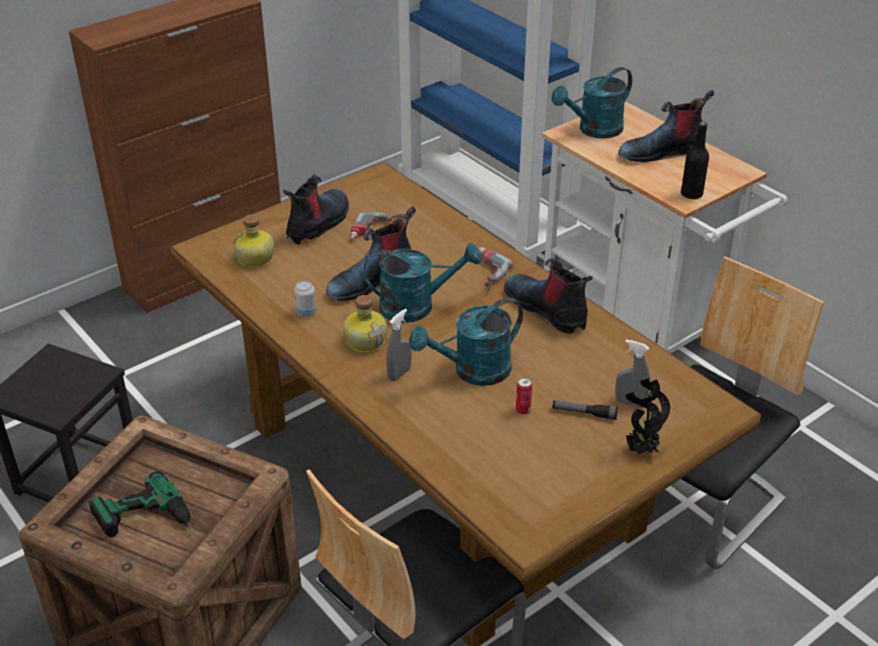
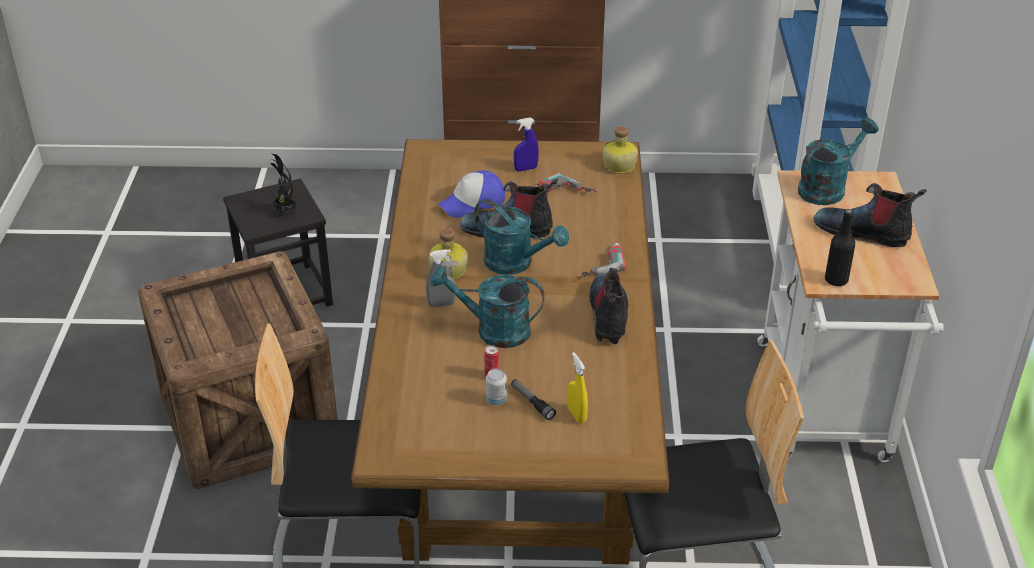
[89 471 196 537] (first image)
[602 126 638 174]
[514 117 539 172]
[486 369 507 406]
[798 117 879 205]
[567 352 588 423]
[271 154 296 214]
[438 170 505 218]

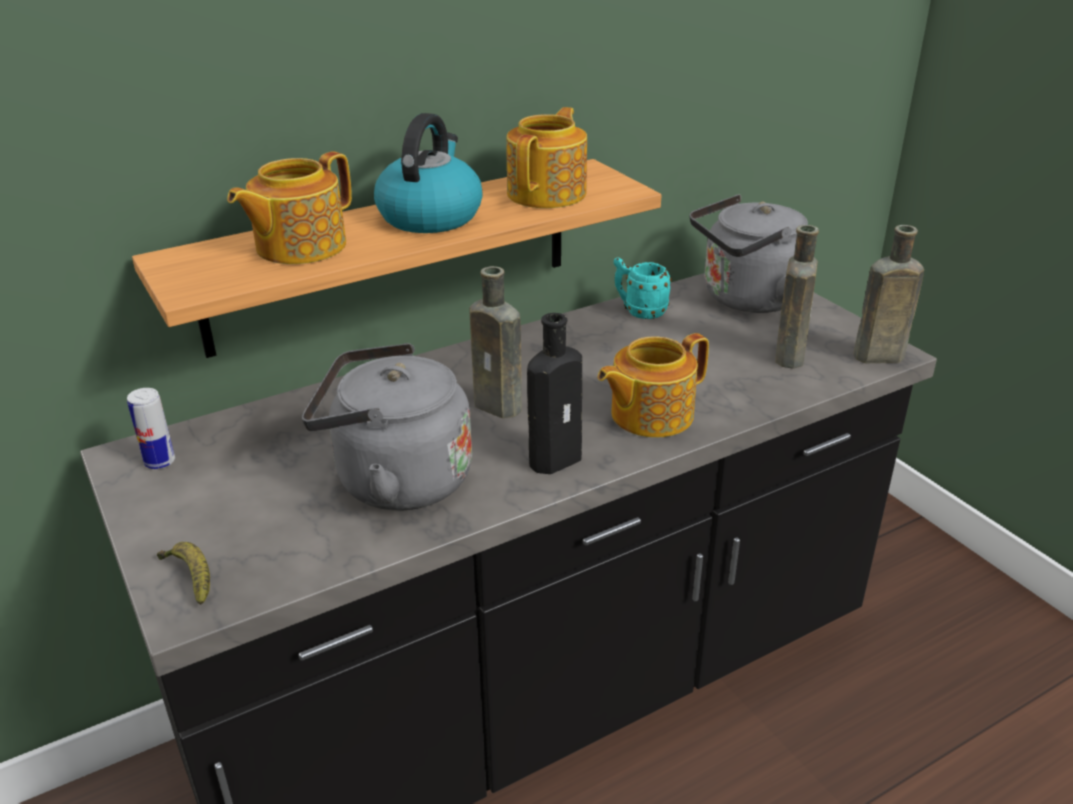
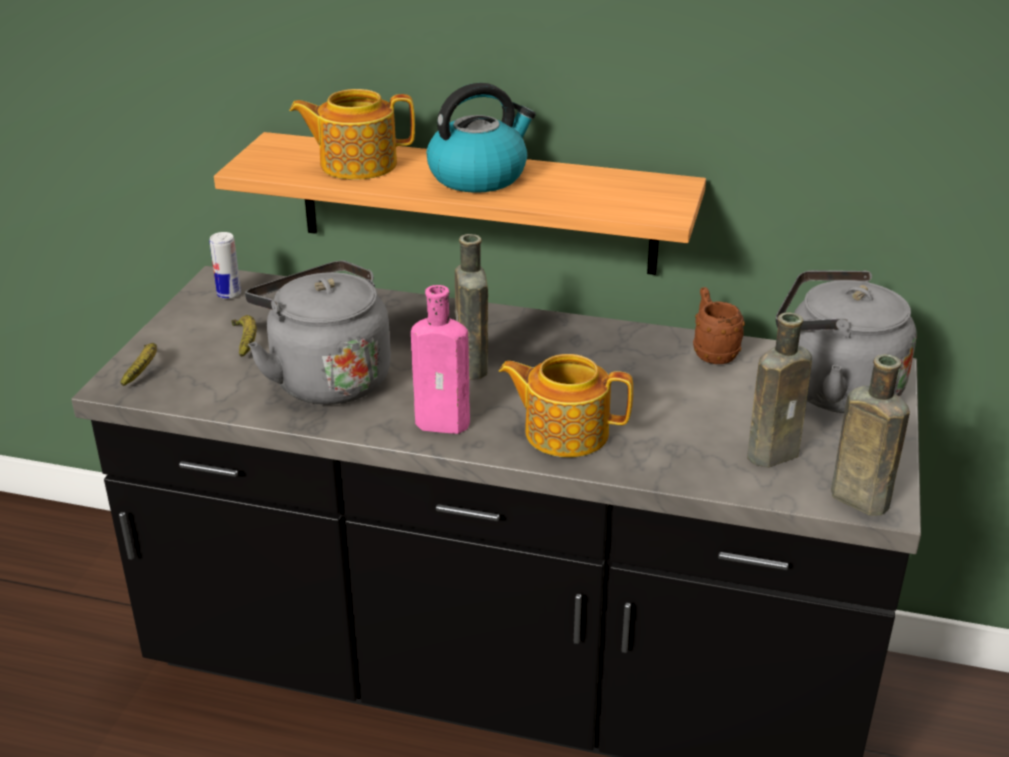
[506 107 587 208] (first image)
[411 285 470 434]
[693 287 745 364]
[231 315 257 357]

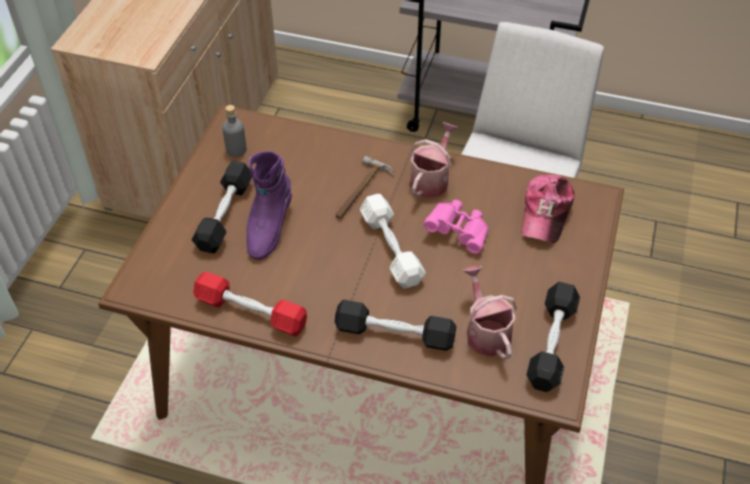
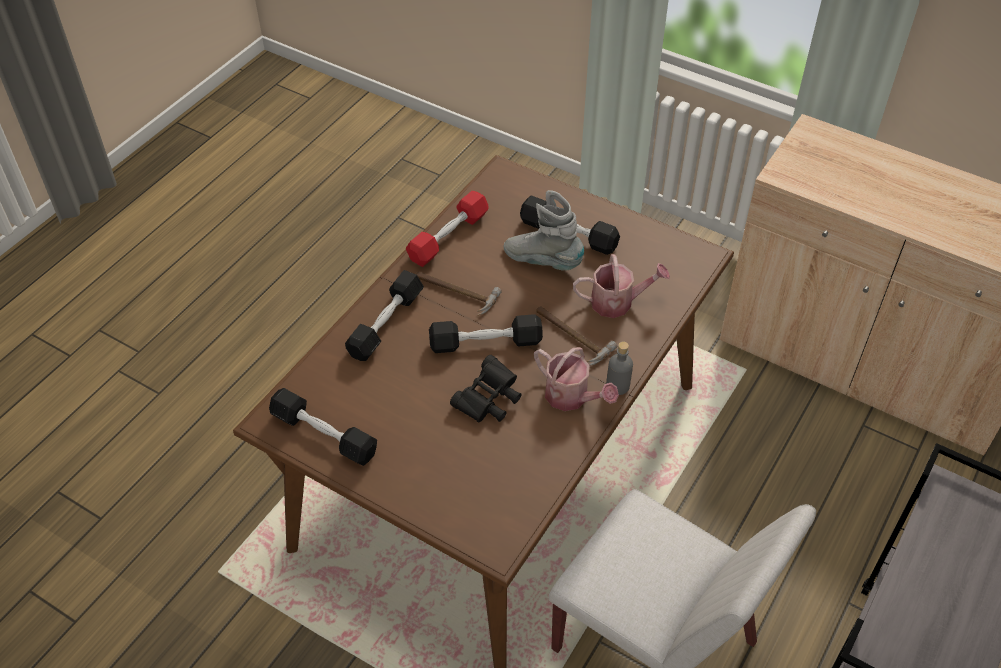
[606 342 633 395]
[504 190 584 271]
[429 314 543 353]
[450 355 522 423]
[573 254 670 318]
[521 175 574 243] (first image)
[416 272 502 316]

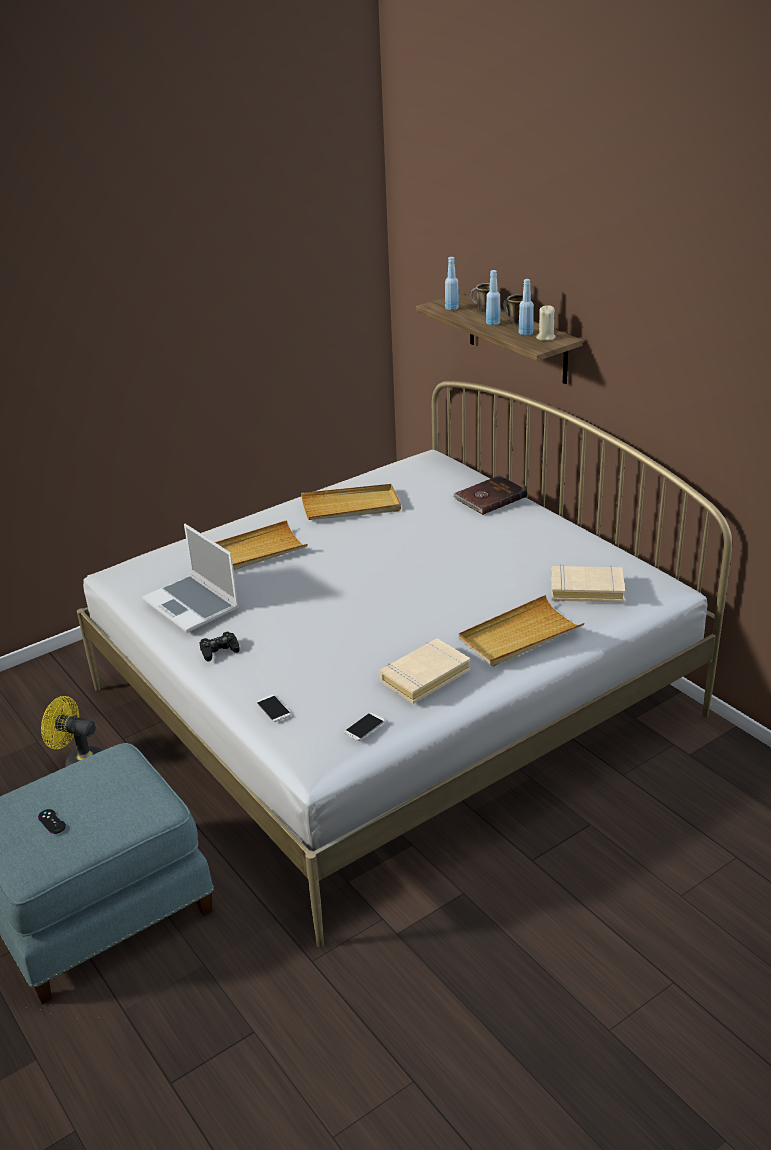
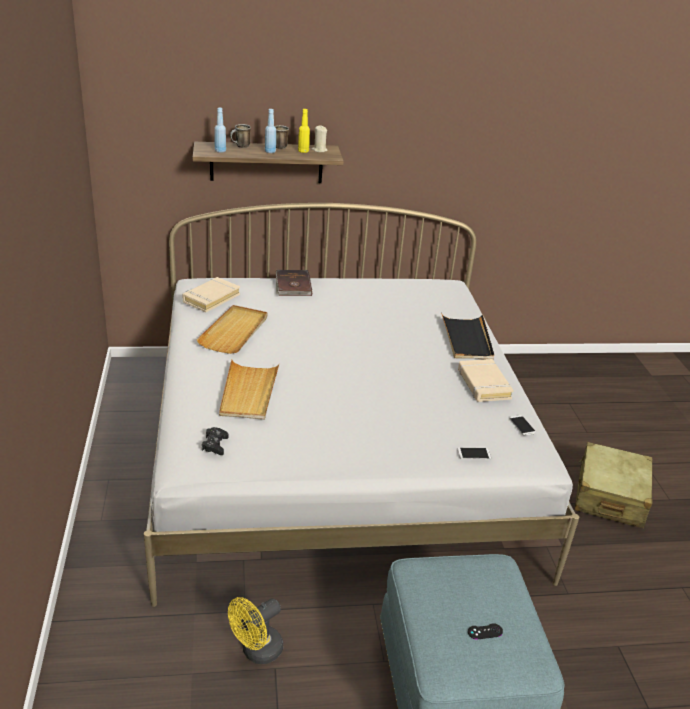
[142 524 239 633] (first image)
[202 427 228 455]
[441 313 494 359]
[298 109 310 153]
[182 277 240 312]
[574 442 653 528]

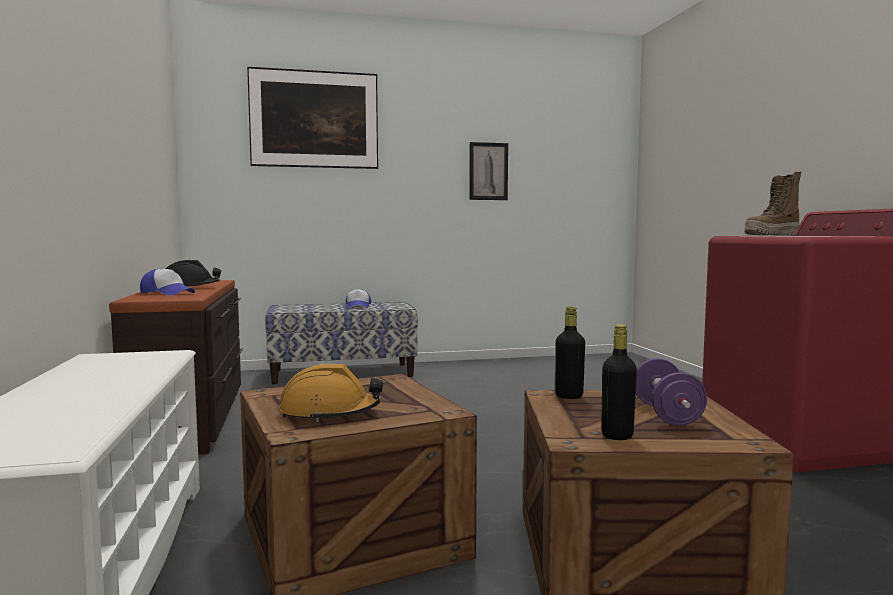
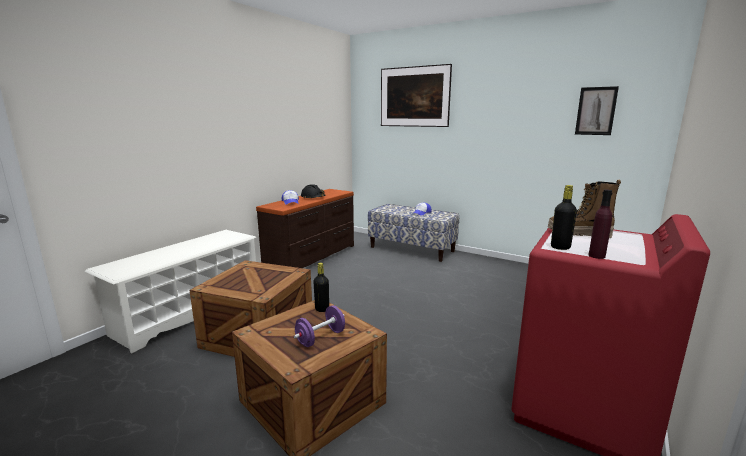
[279 364 383 422] (first image)
[575 86 619 135]
[551 185 577 250]
[588 189 613 259]

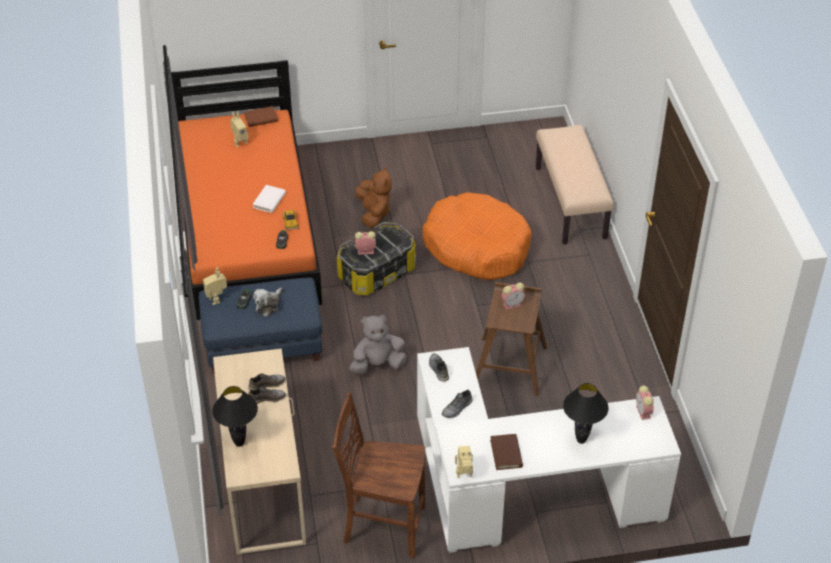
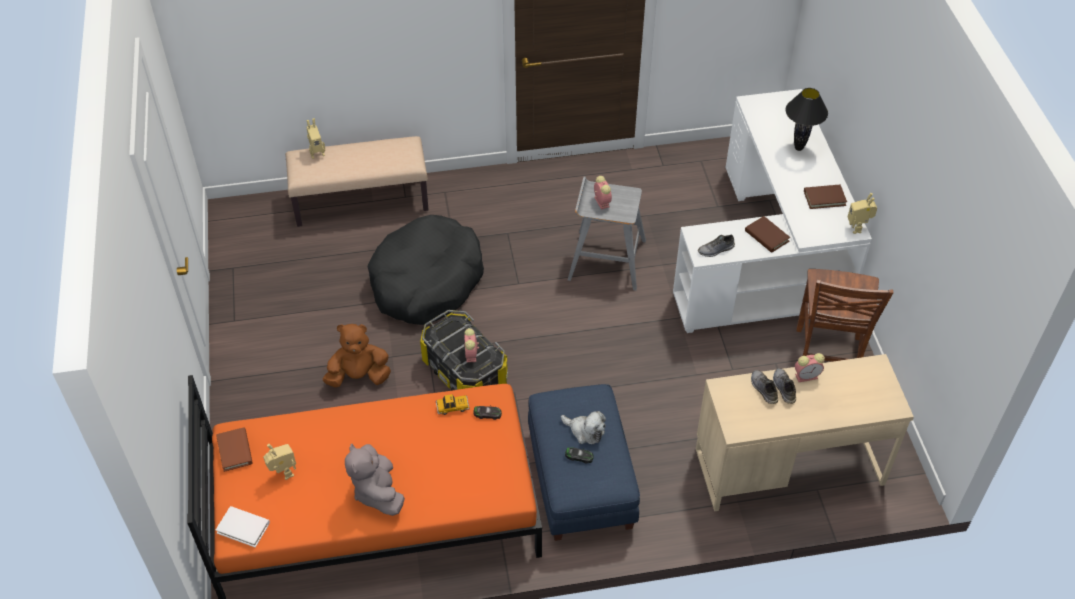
[307 119 325 159]
[212 386 258 447] (first image)
[216 506 270 547]
[345 444 405 516]
[368 215 484 325]
[745 216 790 253]
[567 177 646 291]
[795 353 825 382]

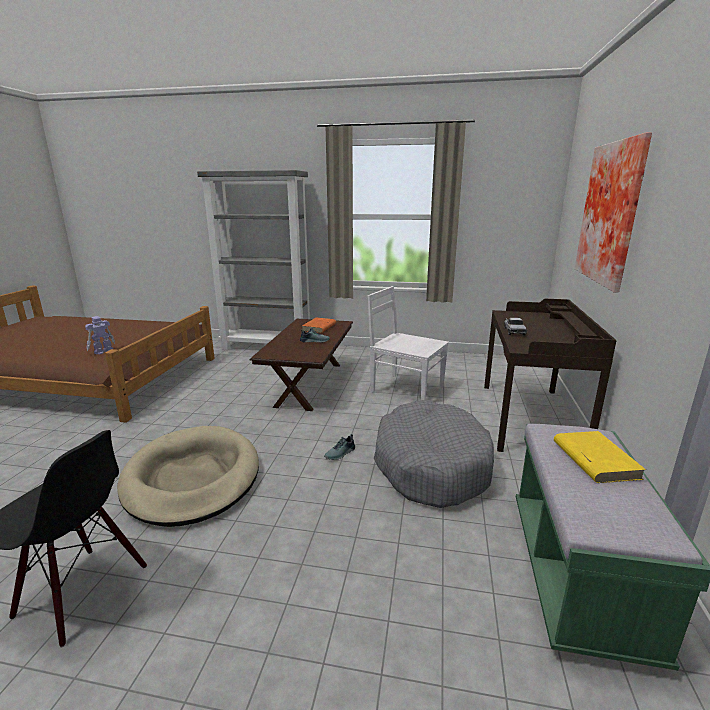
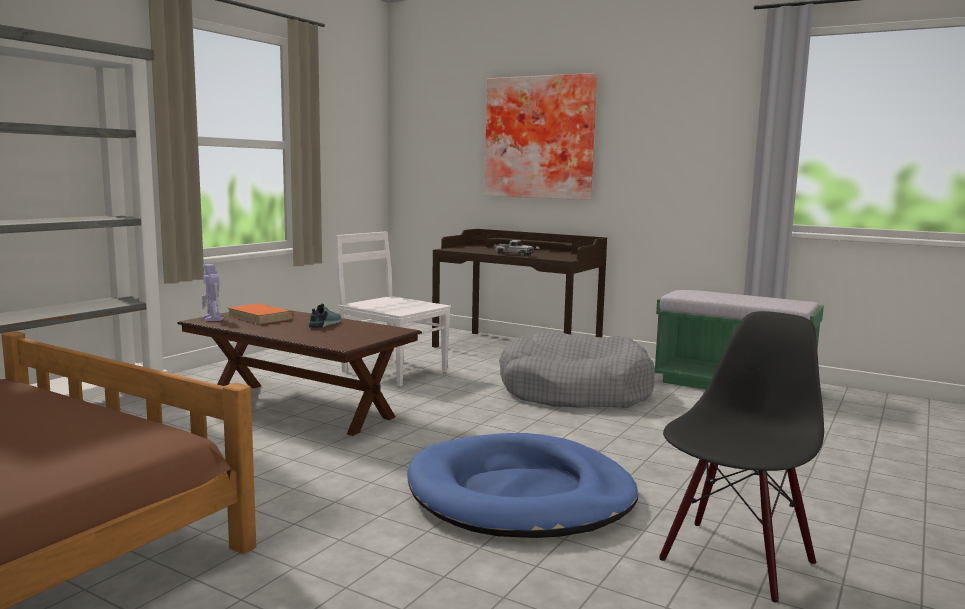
[202 264 223 321]
[407 433 638 538]
[324 434 355 460] (first image)
[336 232 451 387]
[554 431 646 483] (first image)

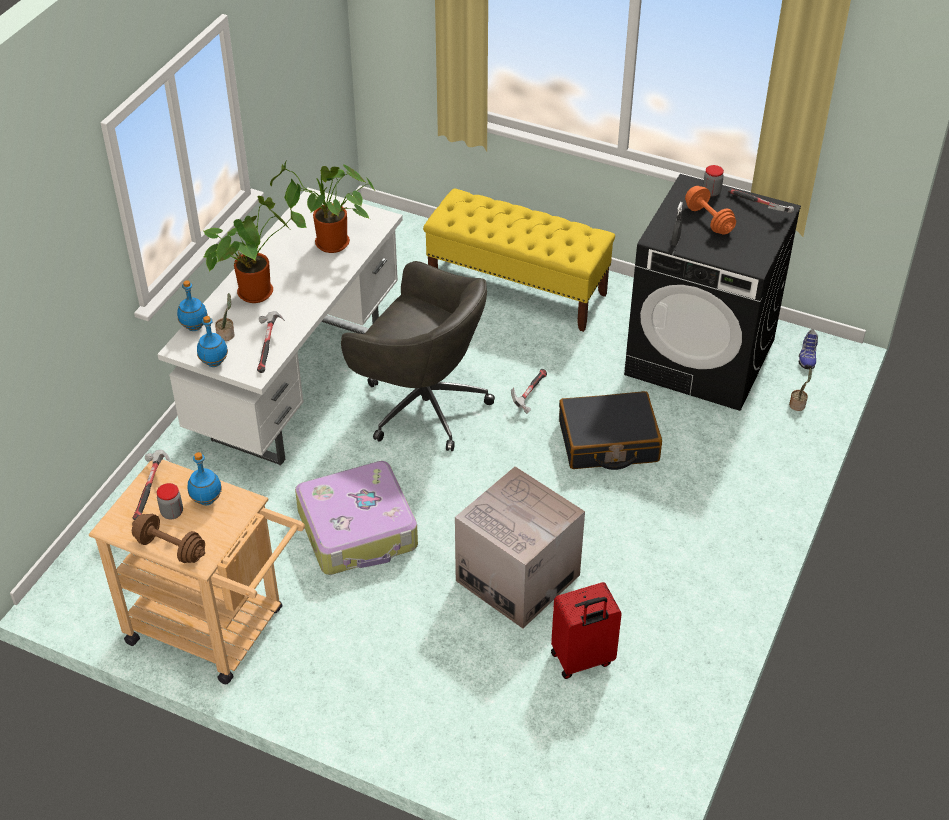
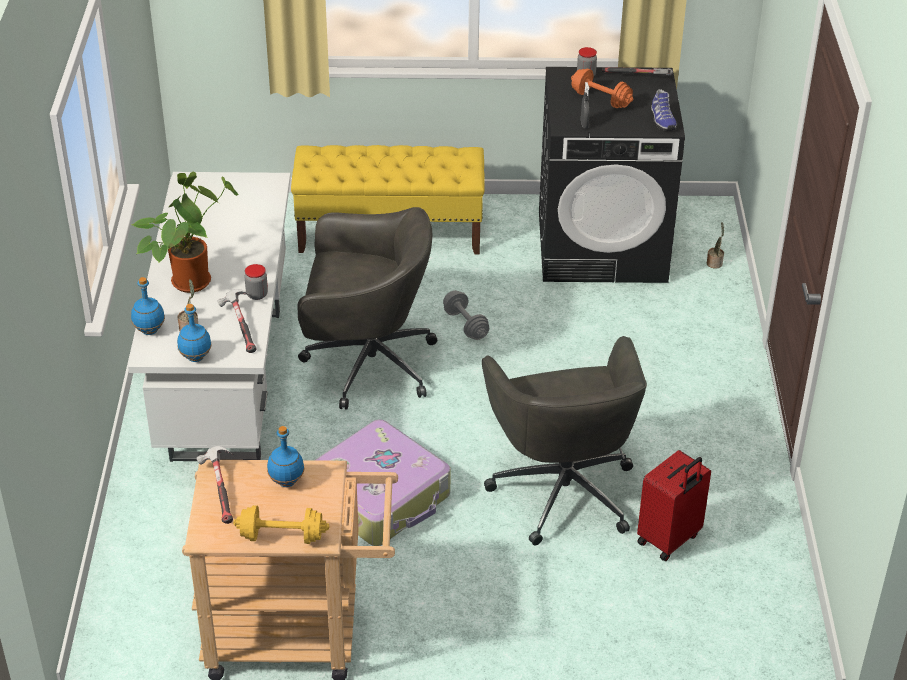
[233 505 329 544]
[245 264 268 300]
[270 159 374 253] (first image)
[482 336 647 546]
[443 290 489 340]
[559 391 662 470] (first image)
[651 89 677 131]

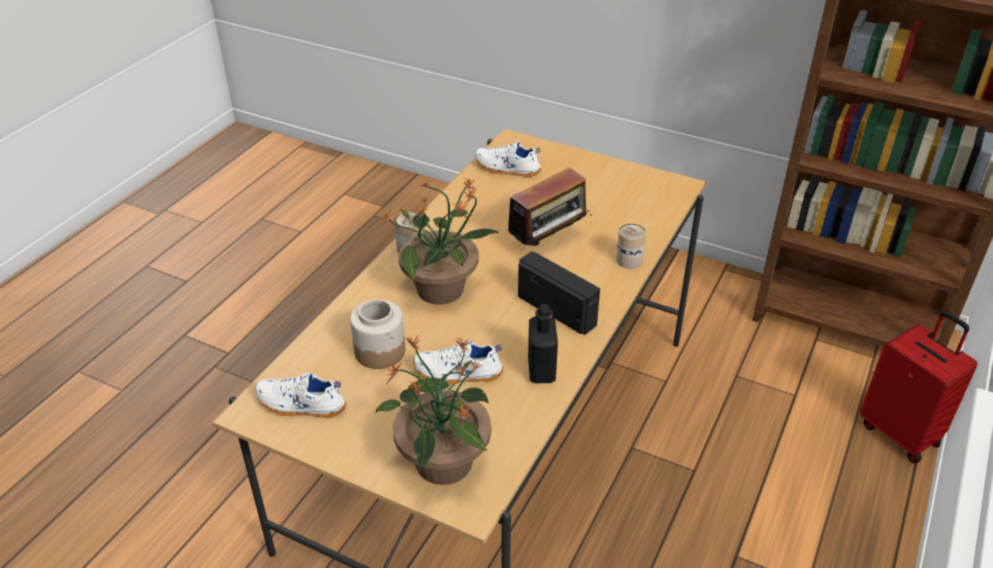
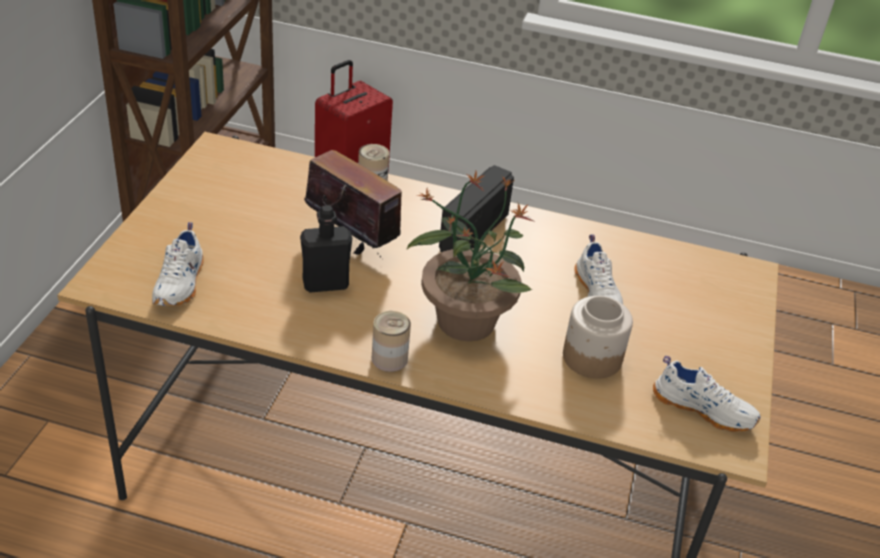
[653 356 761 432]
[375 335 491 485] (first image)
[300 205 352 293]

